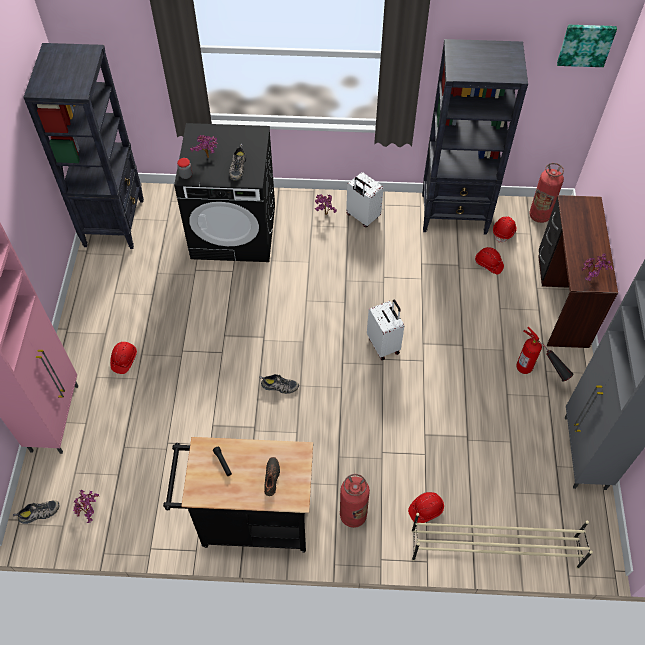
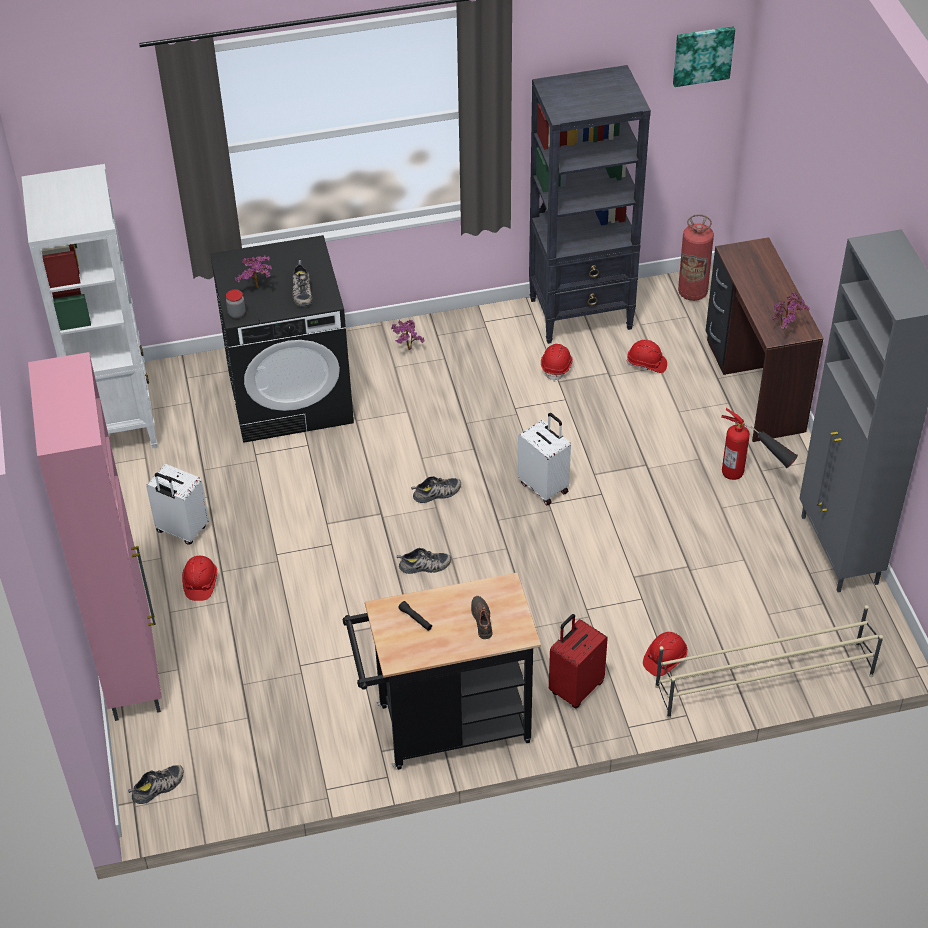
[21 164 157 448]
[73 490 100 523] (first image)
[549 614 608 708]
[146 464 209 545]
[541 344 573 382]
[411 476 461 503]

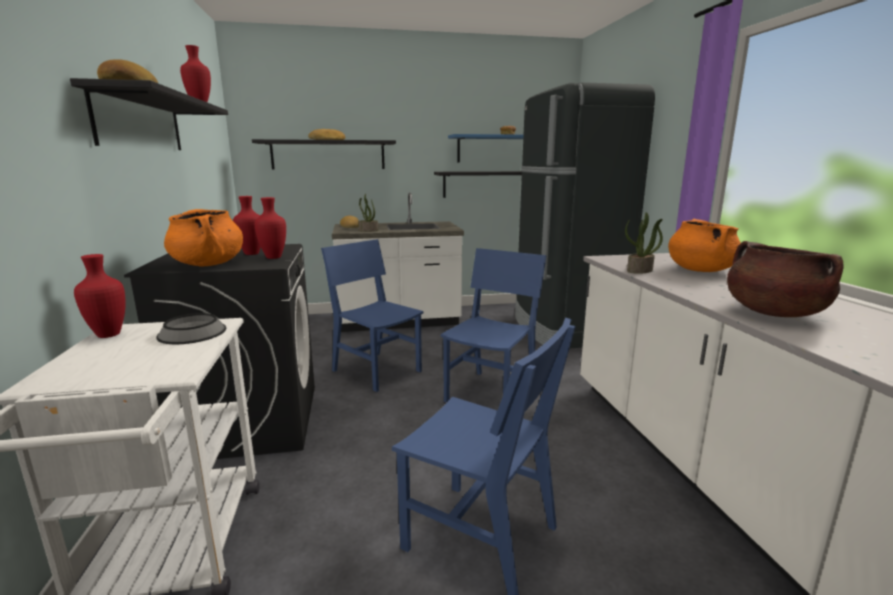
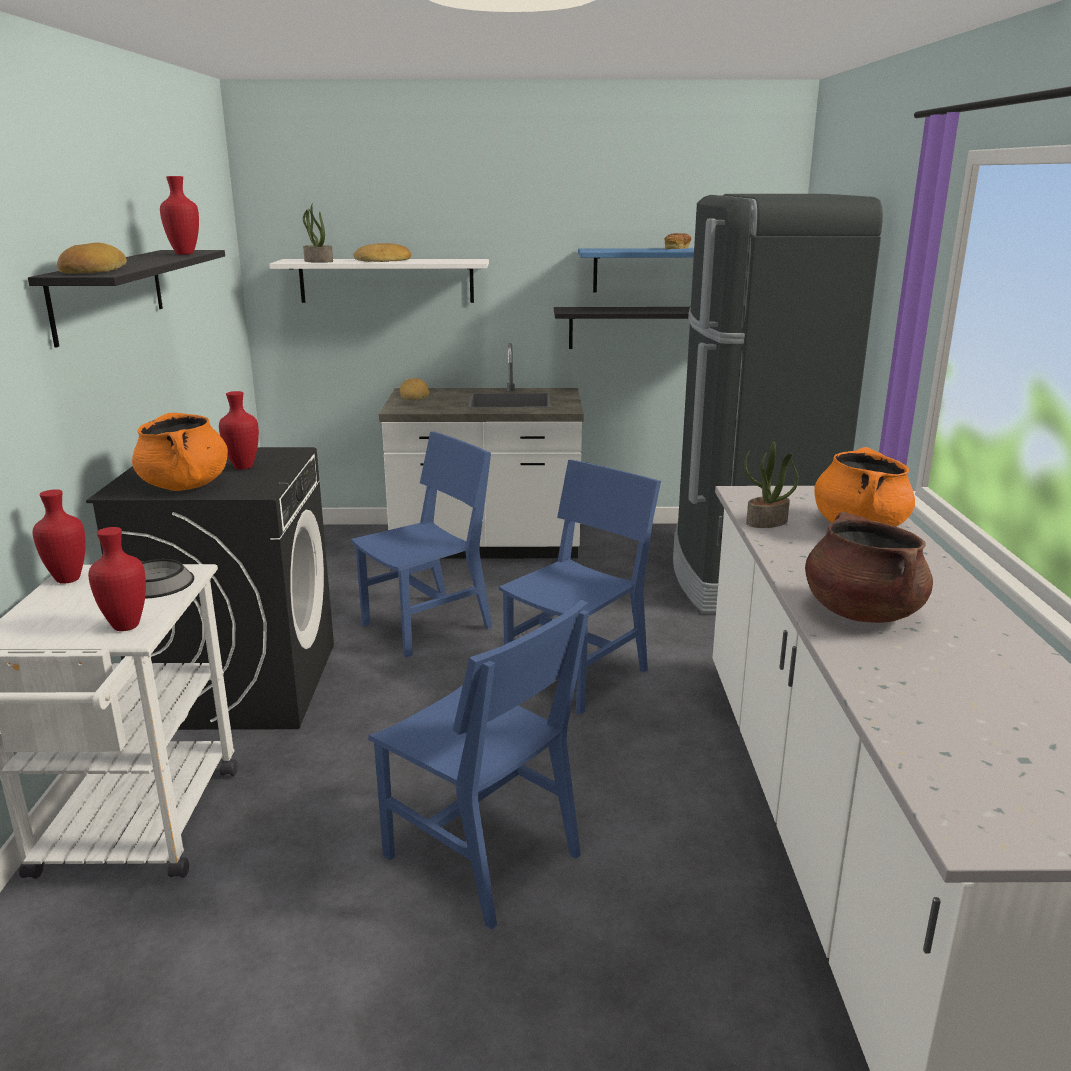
[269 259 489 303]
[88 527 146 631]
[351 432 492 657]
[303 203 333 263]

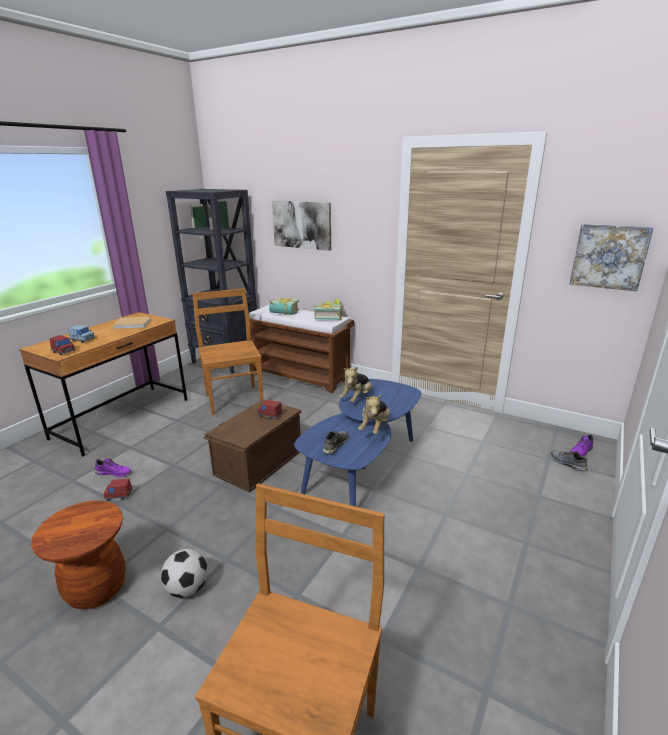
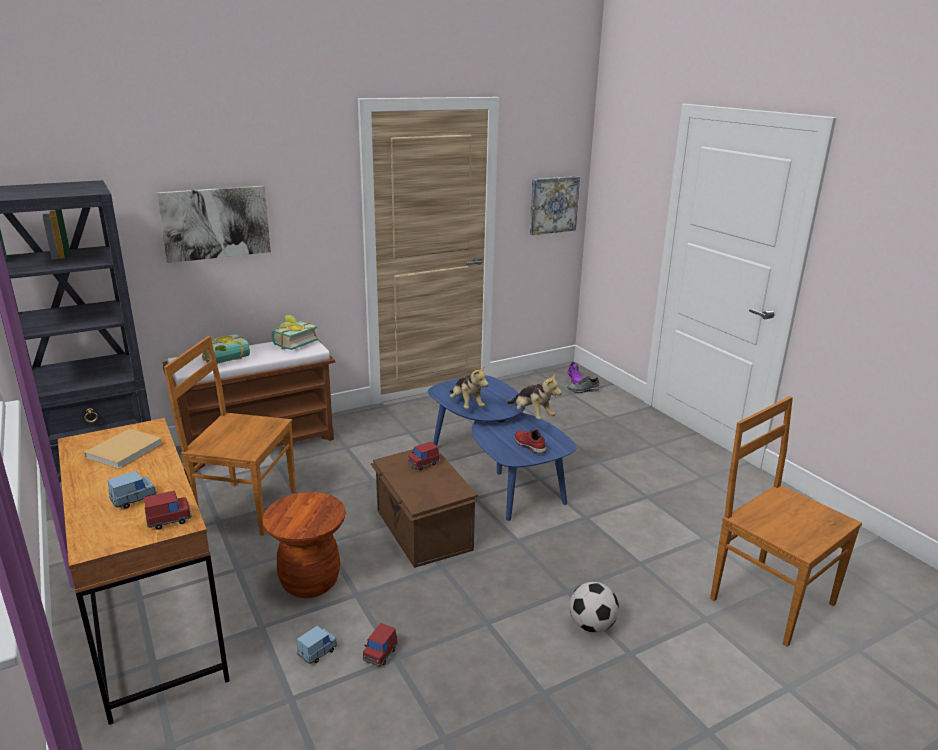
[262 492 346 598]
[297 626 337 664]
[514 429 547 454]

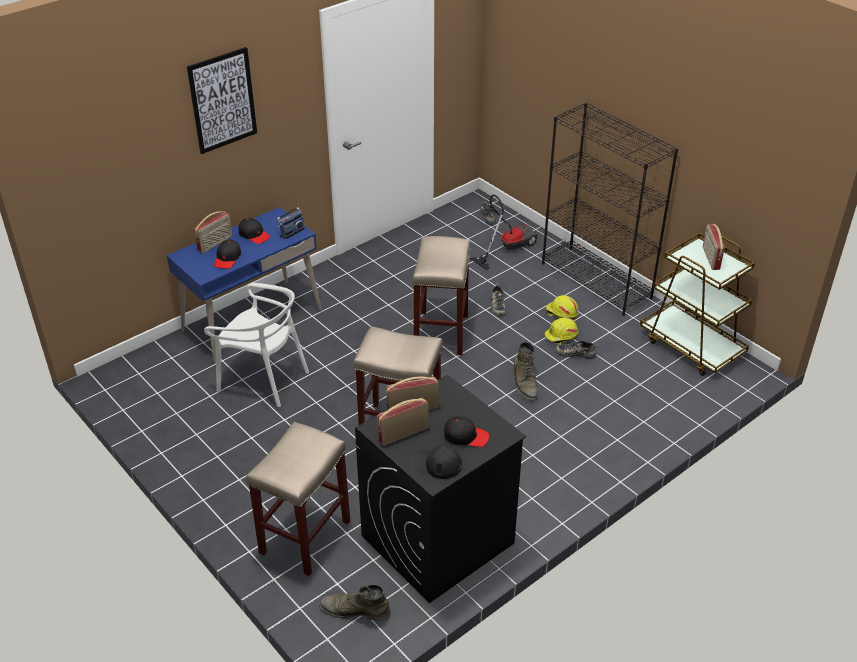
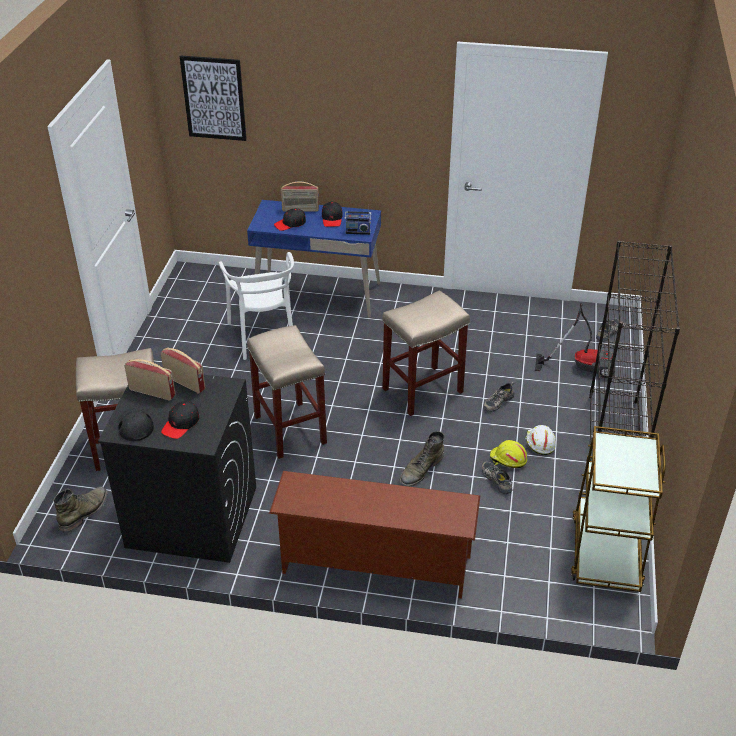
[180 55 247 141]
[54 487 108 532]
[161 401 199 439]
[525 425 556 455]
[703 224 725 270] (first image)
[269 471 480 598]

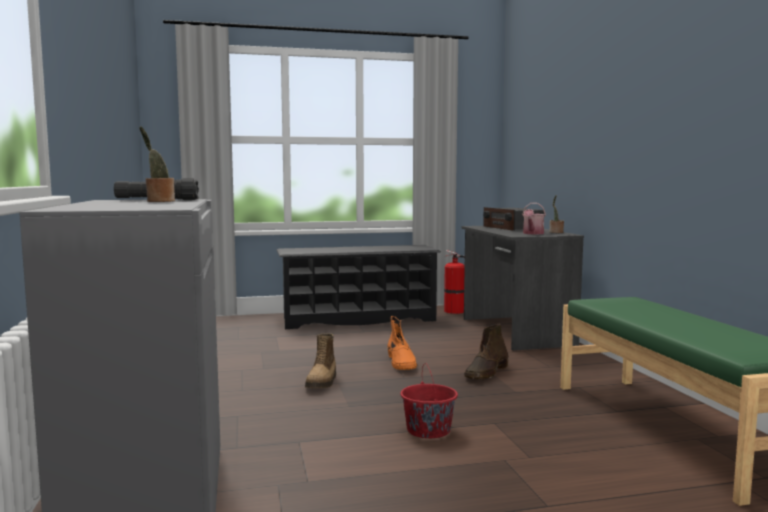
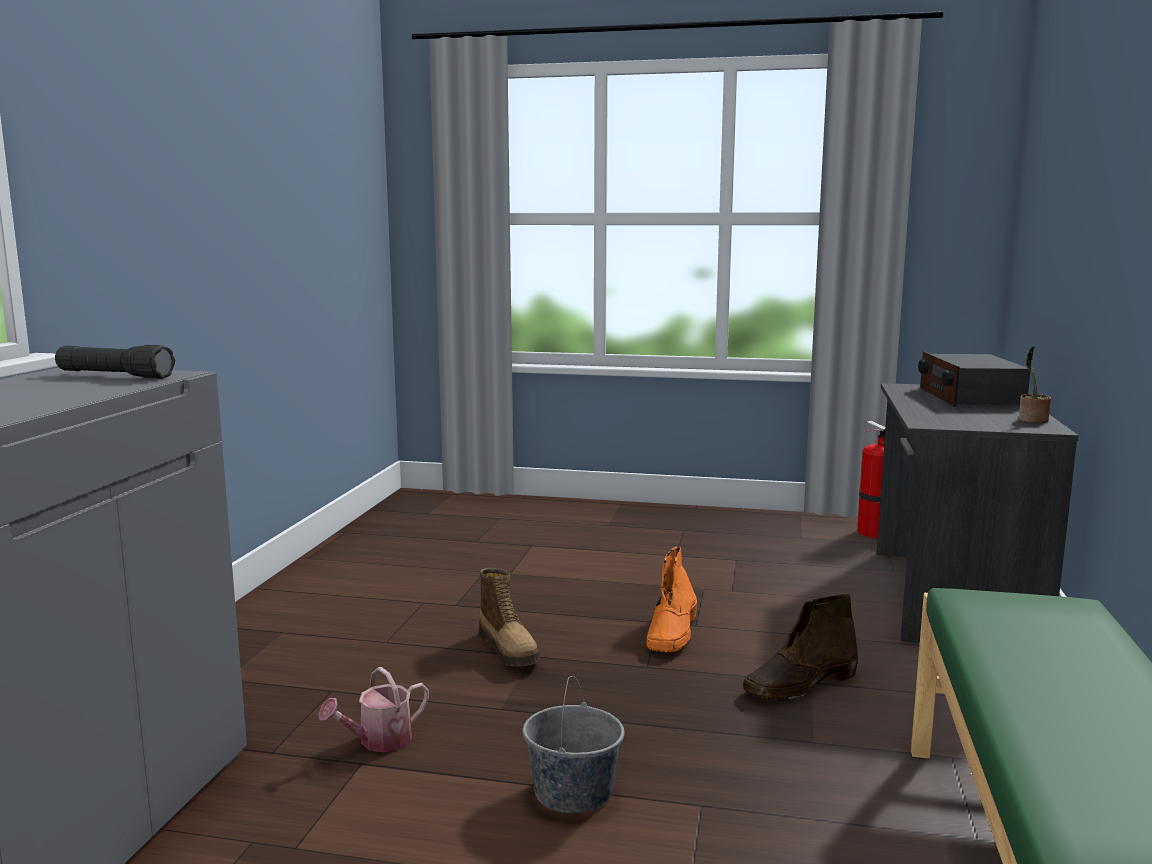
[139 126 175 202] (first image)
[277 245 441 329] (first image)
[479 568 540 667]
[523 676 624 813]
[318 667 429 752]

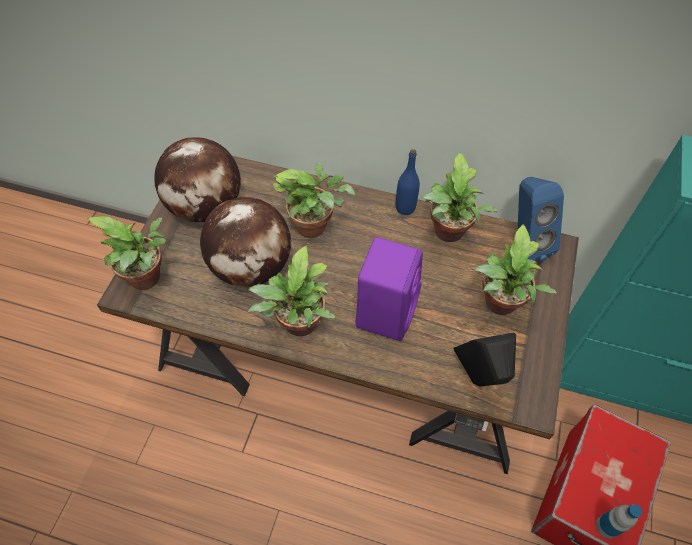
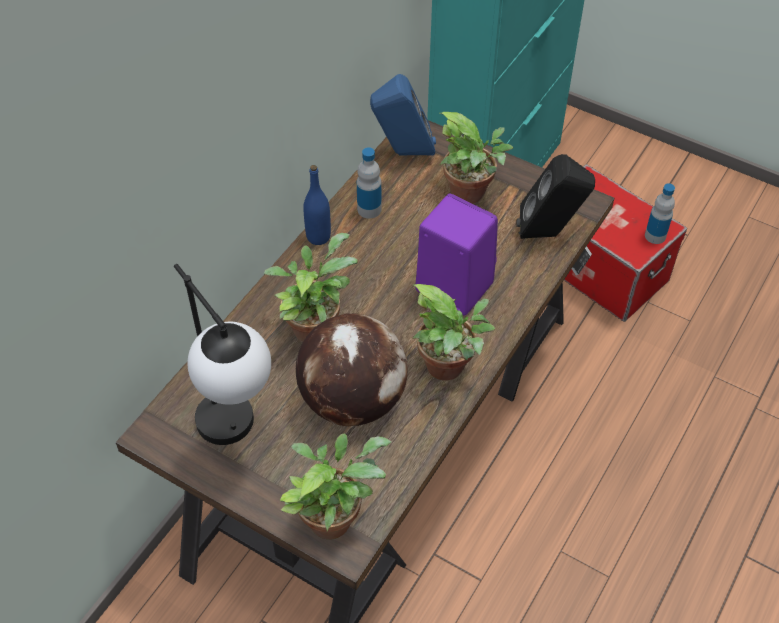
[174 264 271 445]
[357 147 381 219]

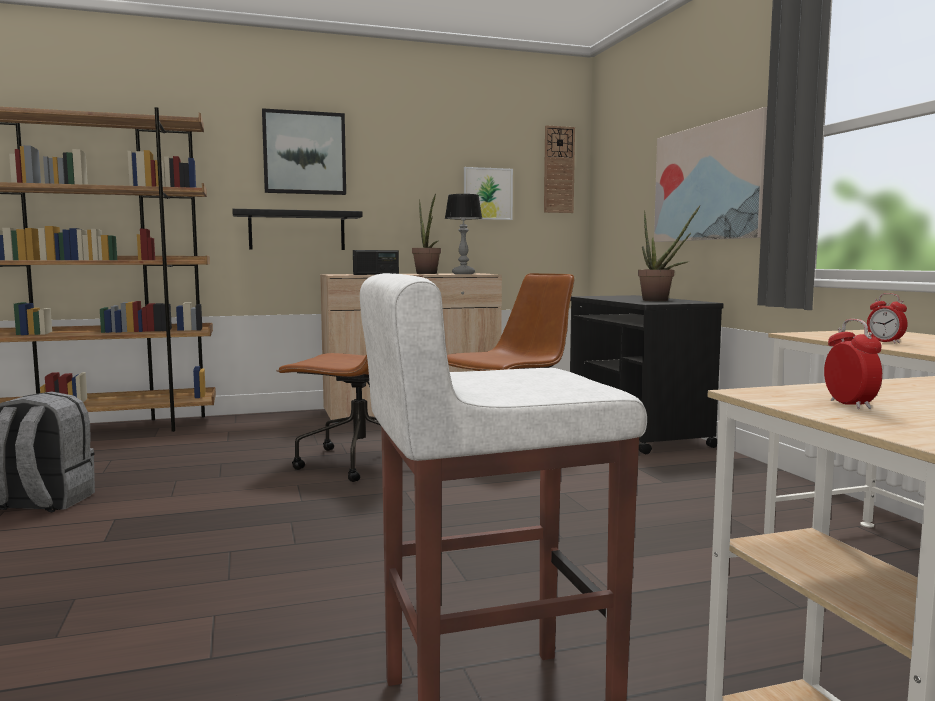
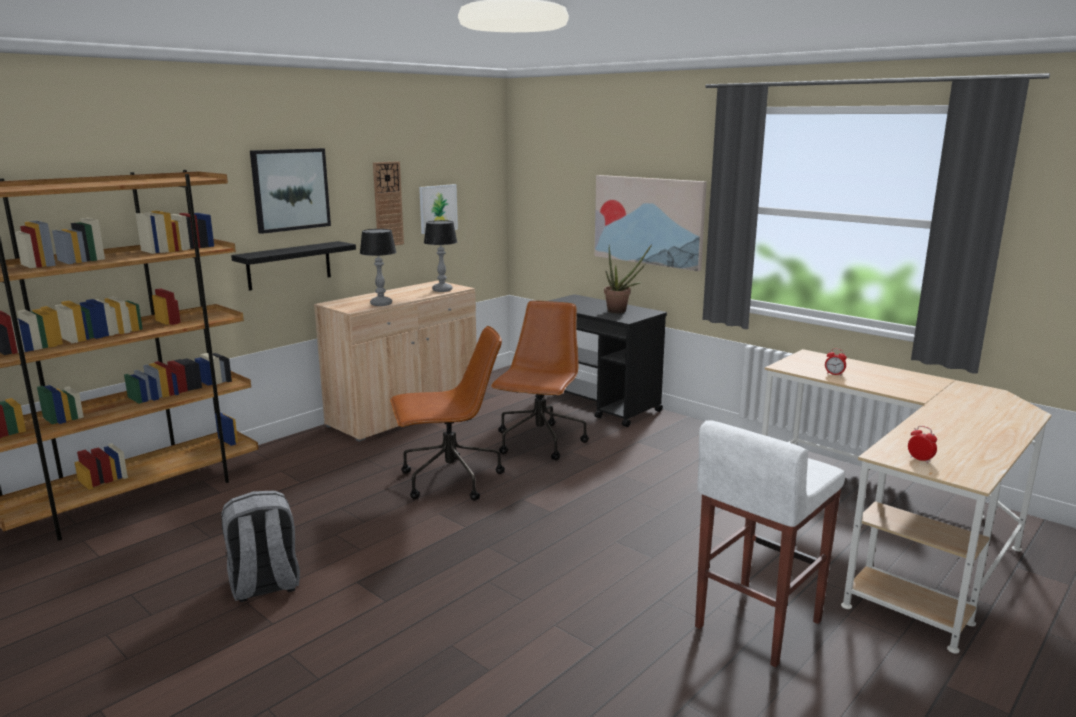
[360 229 396 306]
[412 193 441 274] (first image)
[373 161 404 246]

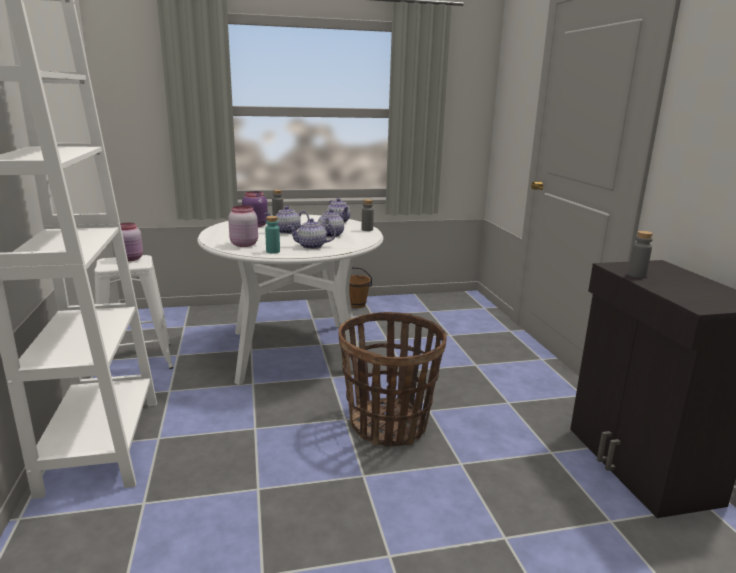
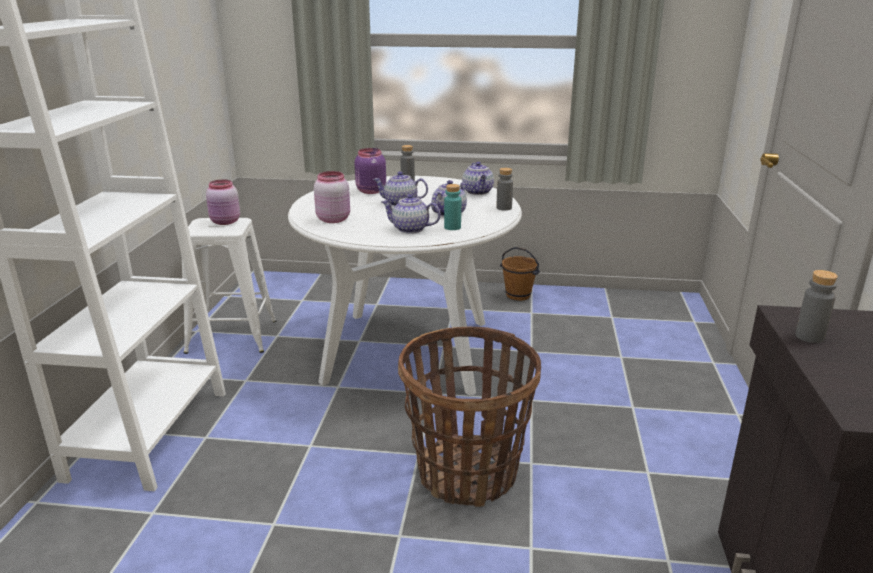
[444 184 461 230]

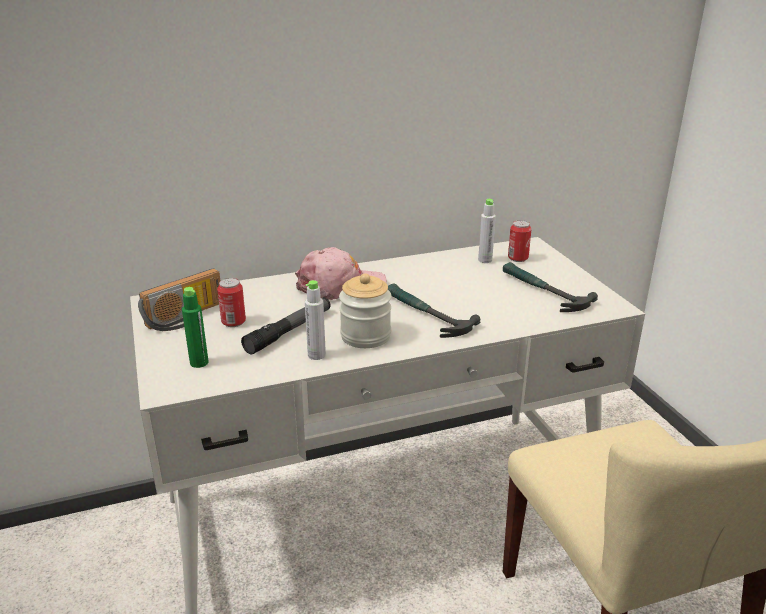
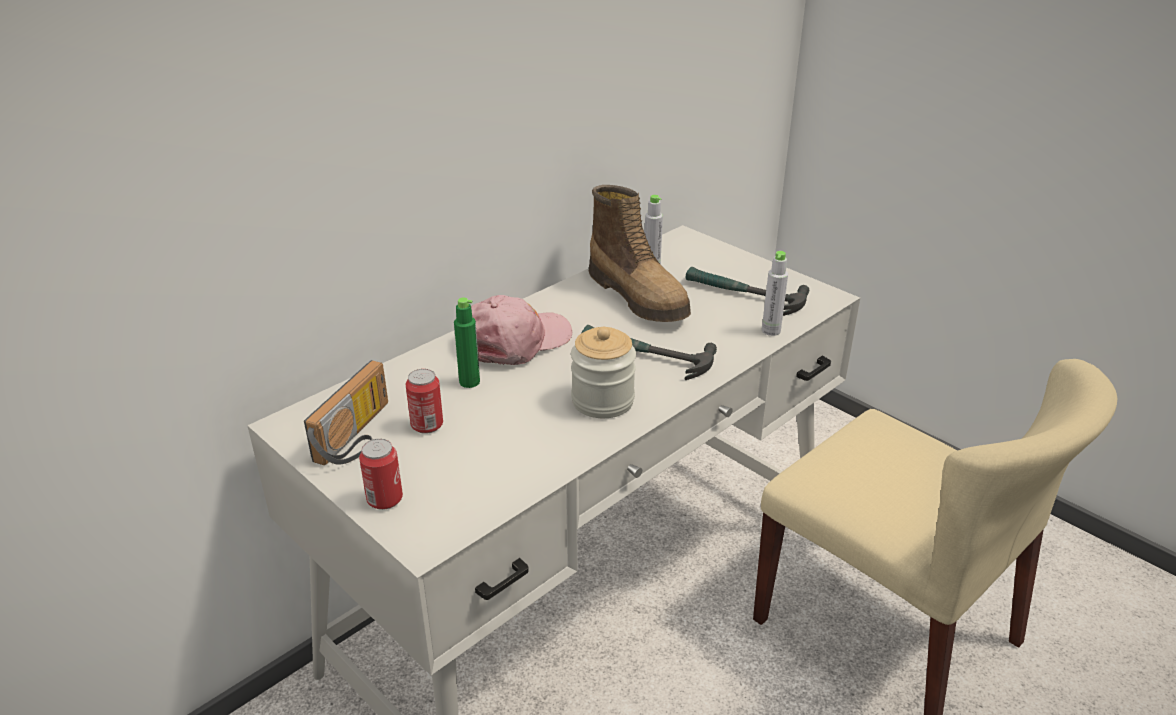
[454 298 480 388]
[241 297 331 355] (first image)
[762 251 788 336]
[359 439 403 510]
[589 185 691 322]

